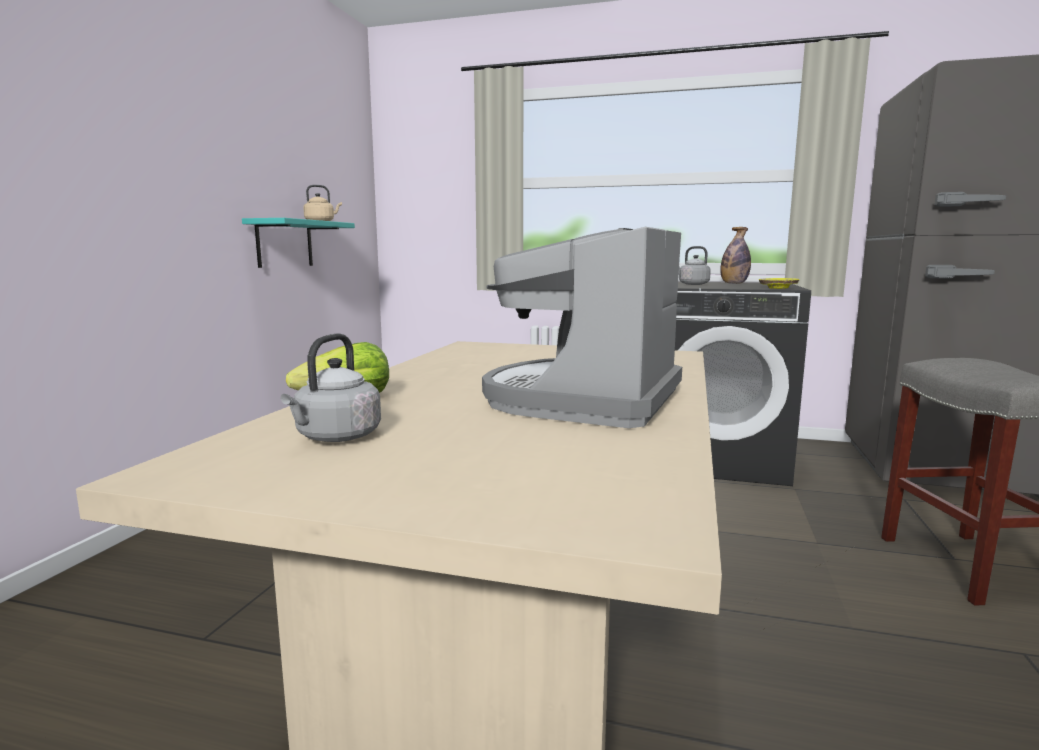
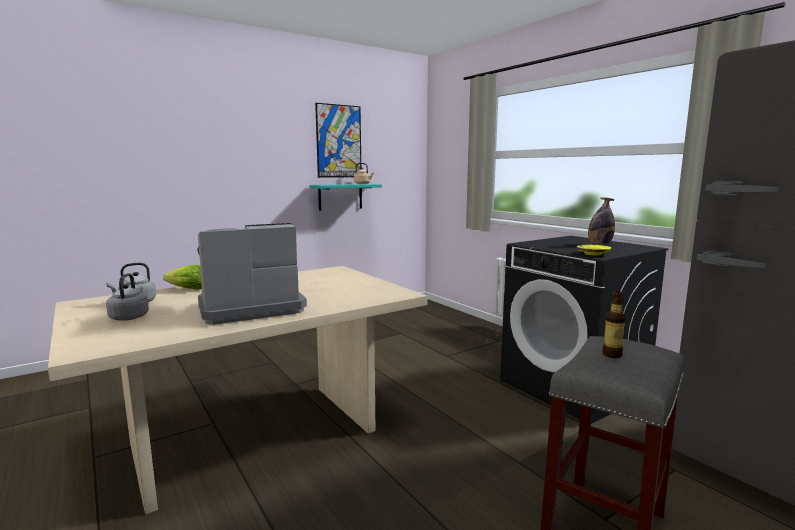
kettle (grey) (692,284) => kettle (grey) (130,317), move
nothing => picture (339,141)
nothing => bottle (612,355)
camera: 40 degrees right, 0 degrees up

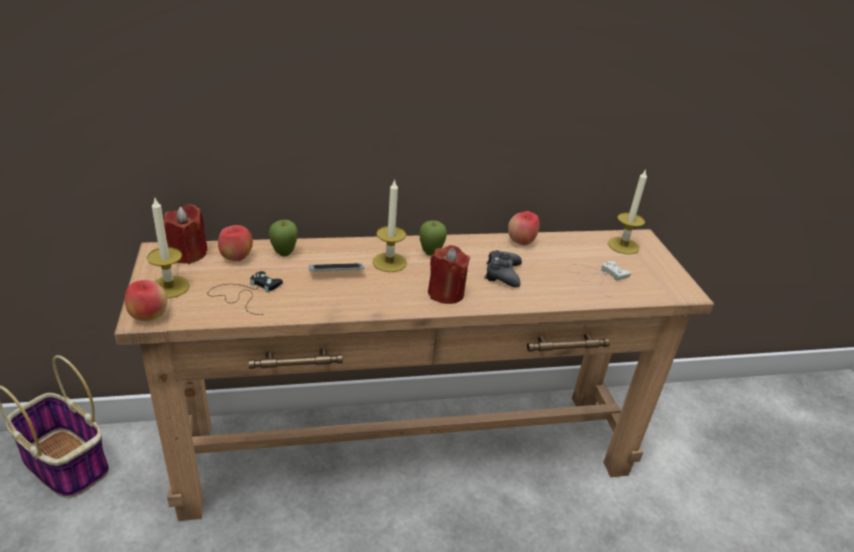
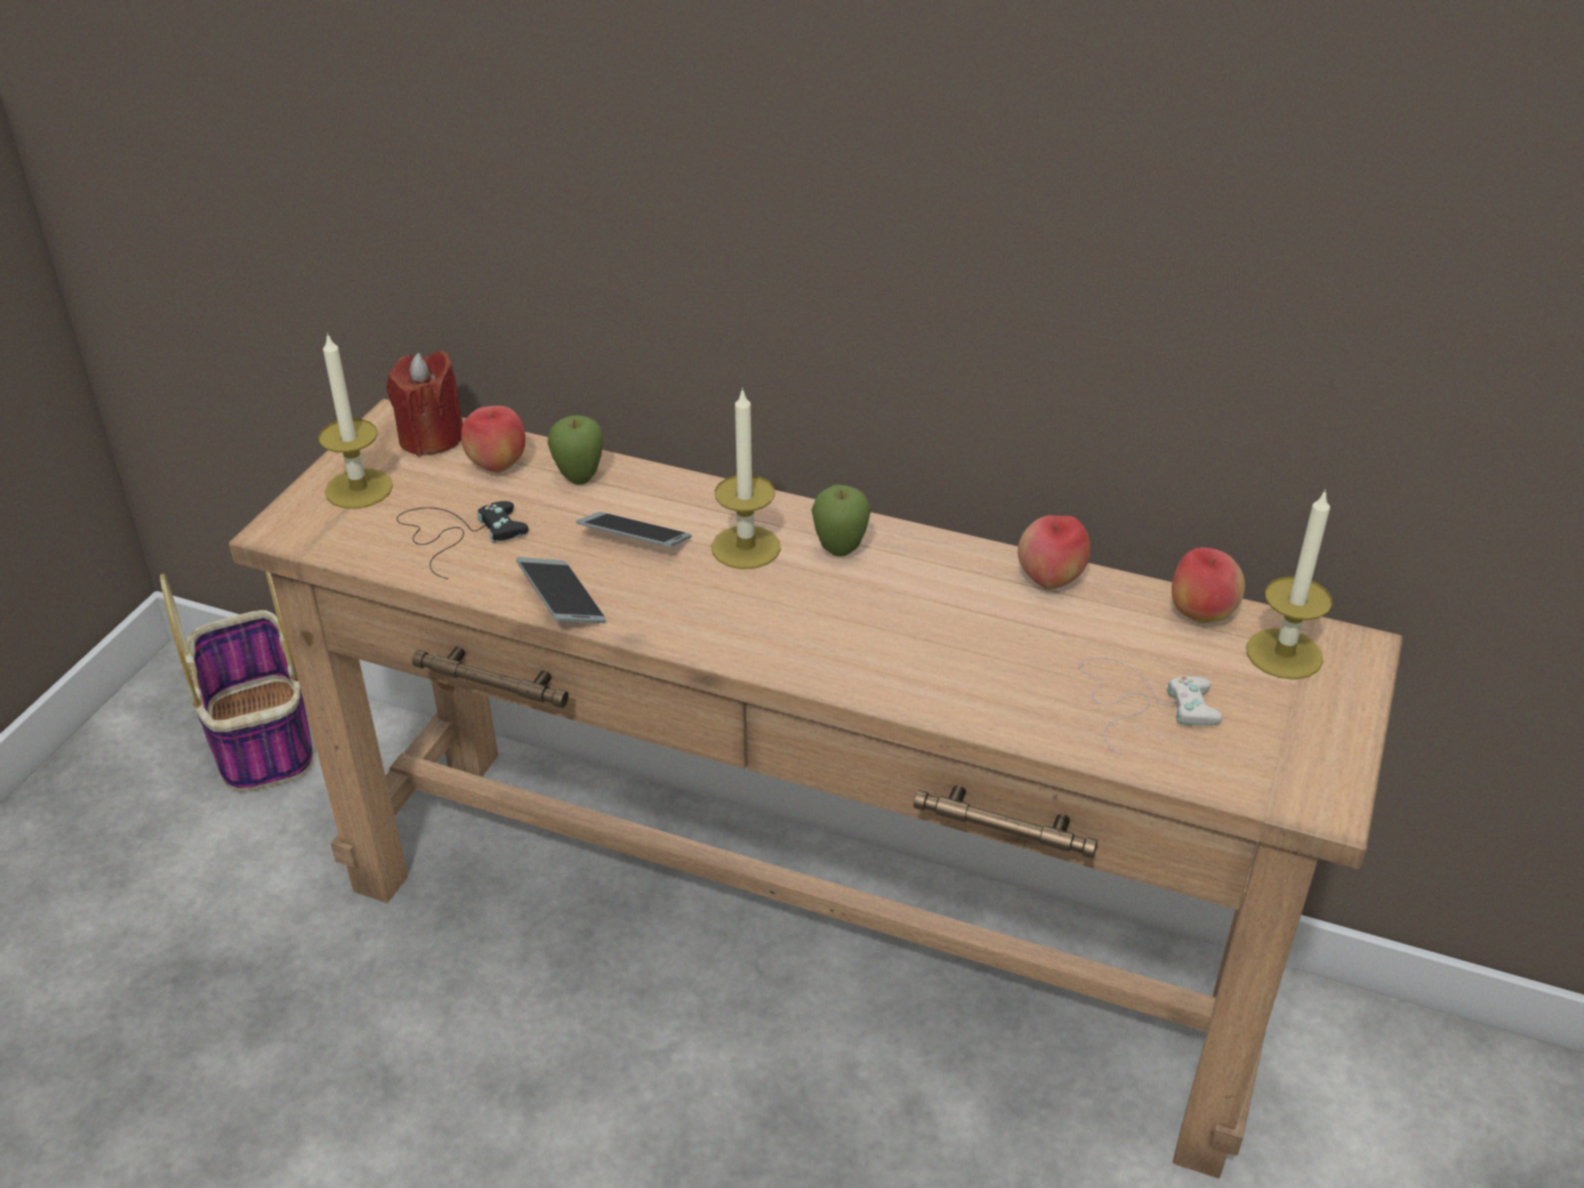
candle (red) (446,293) => nothing
game controller (black) (502,274) => nothing
apple (149,317) => apple (1201,615), move
nothing => phone (561,600)
camera: 35 degrees right, 5 degrees up

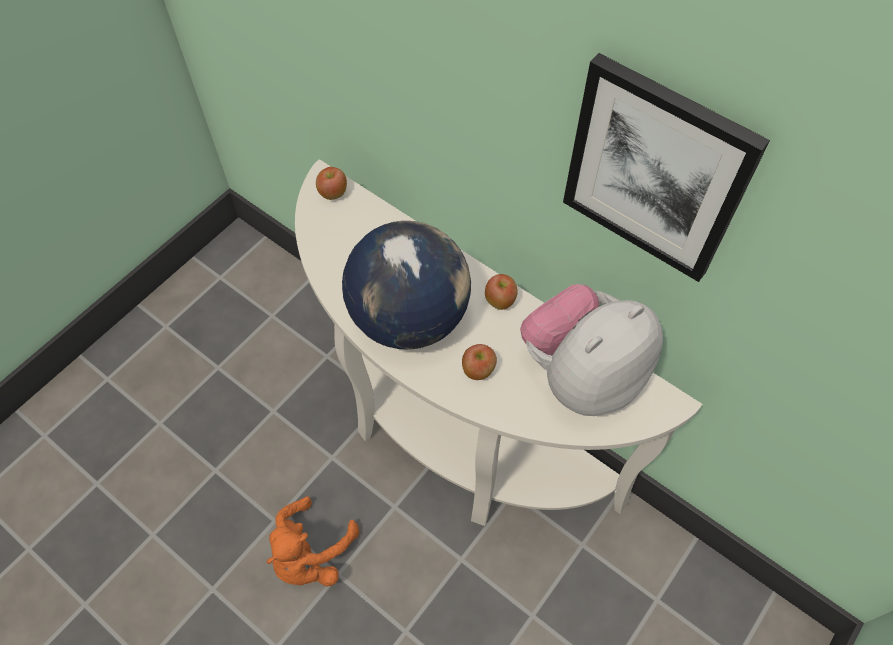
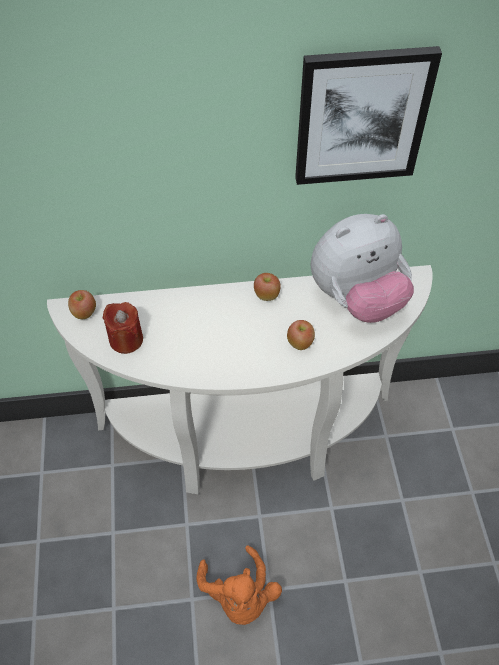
globe (410,318) => nothing
plush toy (582,374) => plush toy (357,299), 120 degrees counterclockwise
nothing => candle (red) (126,339)
camera: 45 degrees left, 5 degrees down

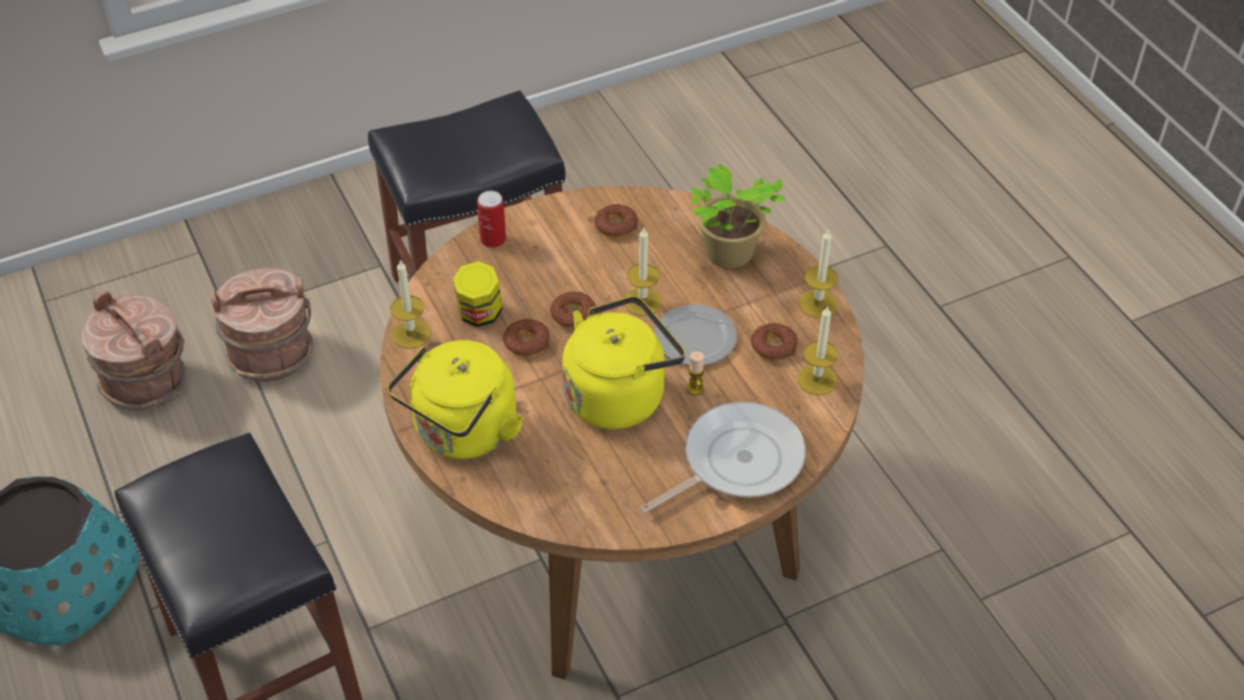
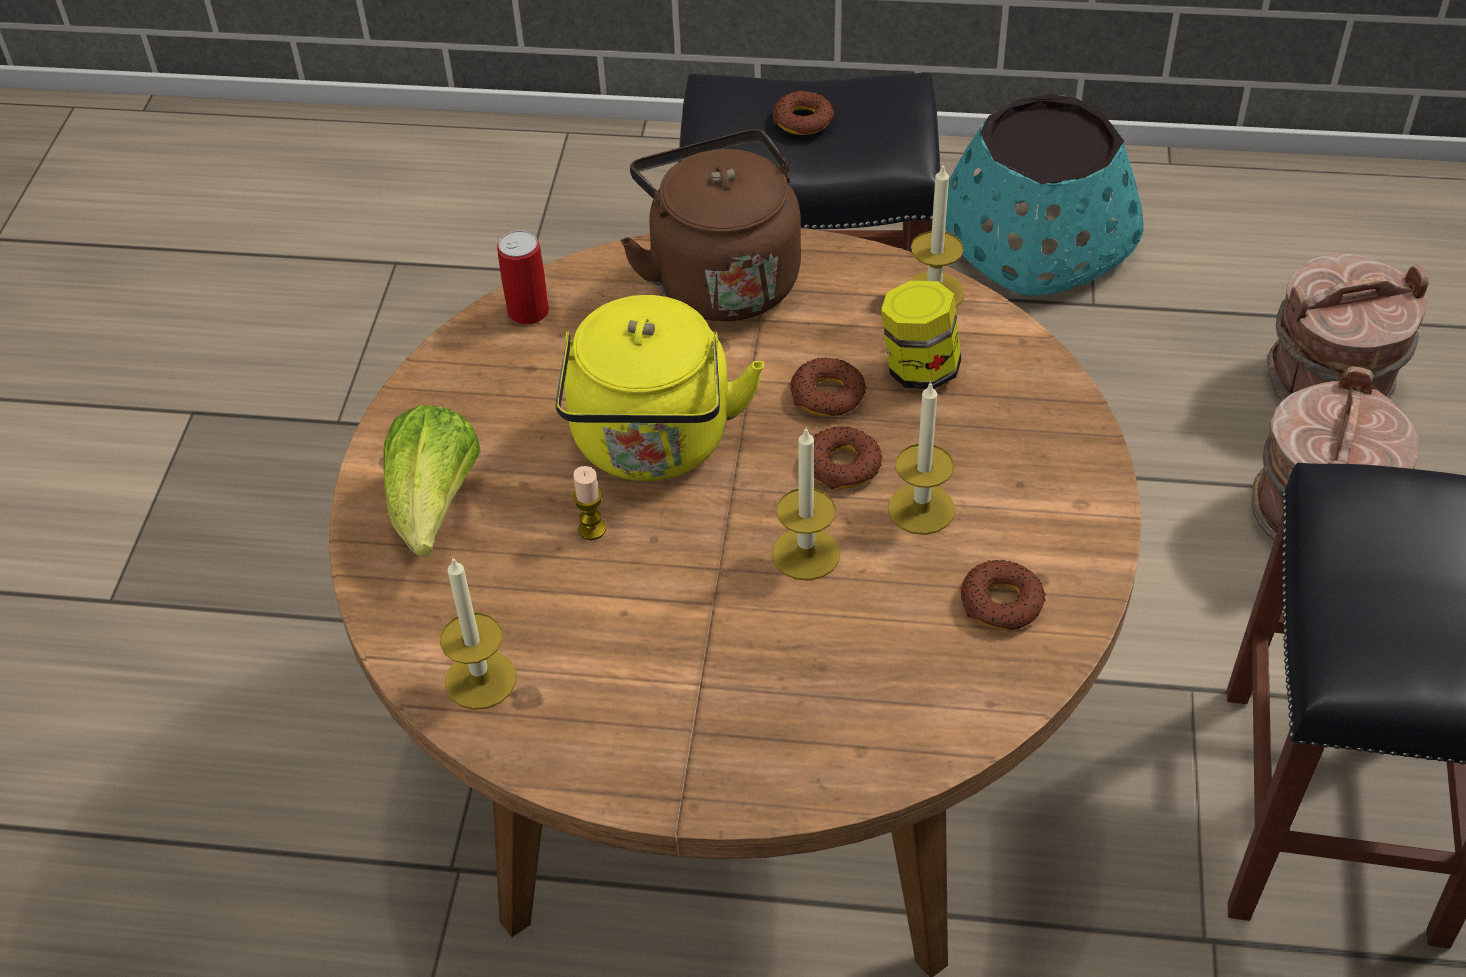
potted plant (728,255) => nothing
can (493,239) => can (528,311), move
candle (818,304) => candle (921,509), move
plate (695,339) => nothing
donut (774,346) => donut (802,120), move
kettle (yellow) (462,433) => kettle (brown) (721,277)
frying pan (736,461) => lettuce (434,509)
camera: 125 degrees right, 0 degrees up

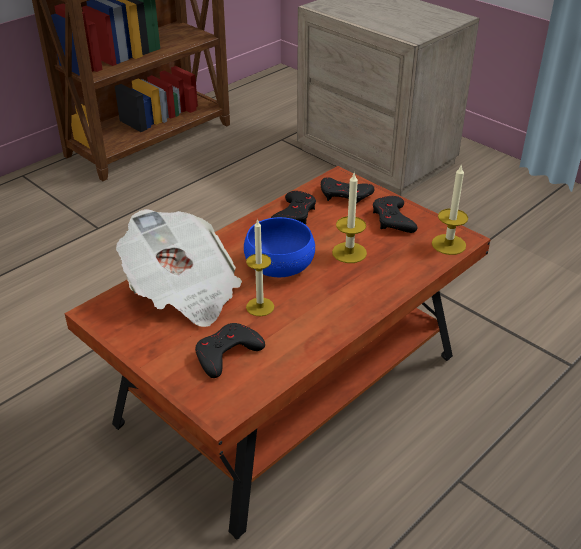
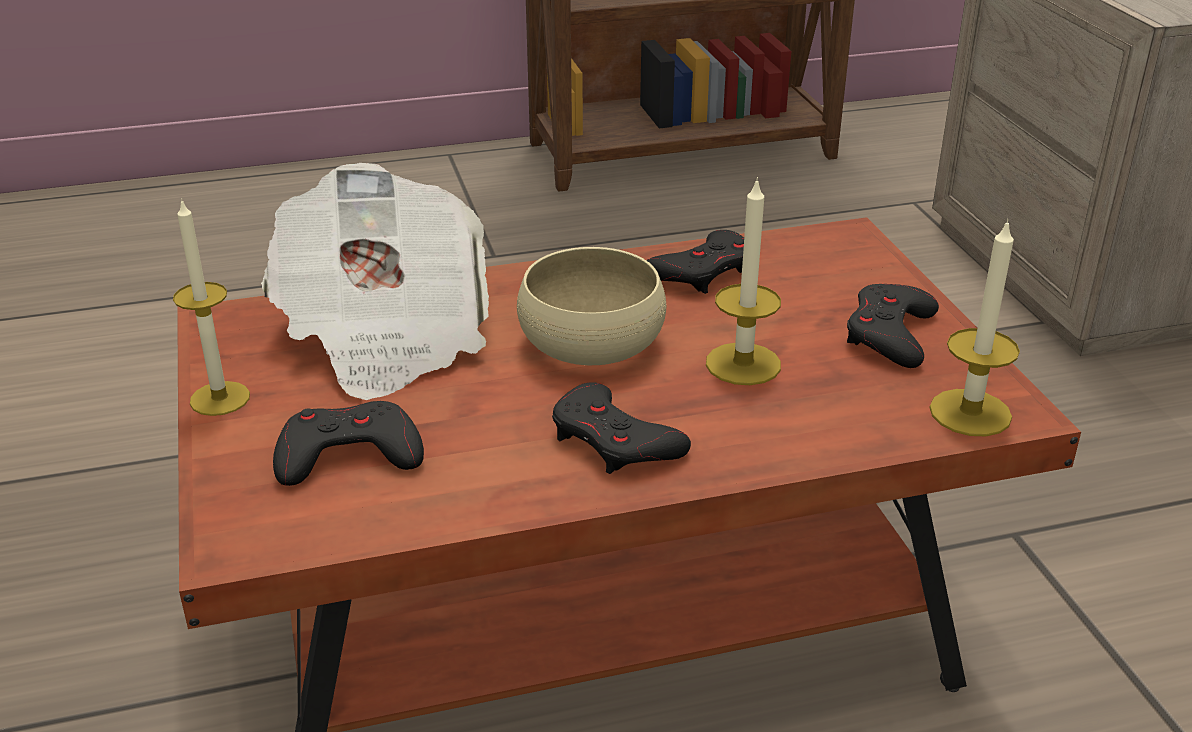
game controller (black) (345,195) => game controller (black) (614,441), move
bowl (blue) (279,264) => bowl (beige) (591,342)
candle (260,307) => candle (220,398), move
camera: 30 degrees right, 5 degrees down

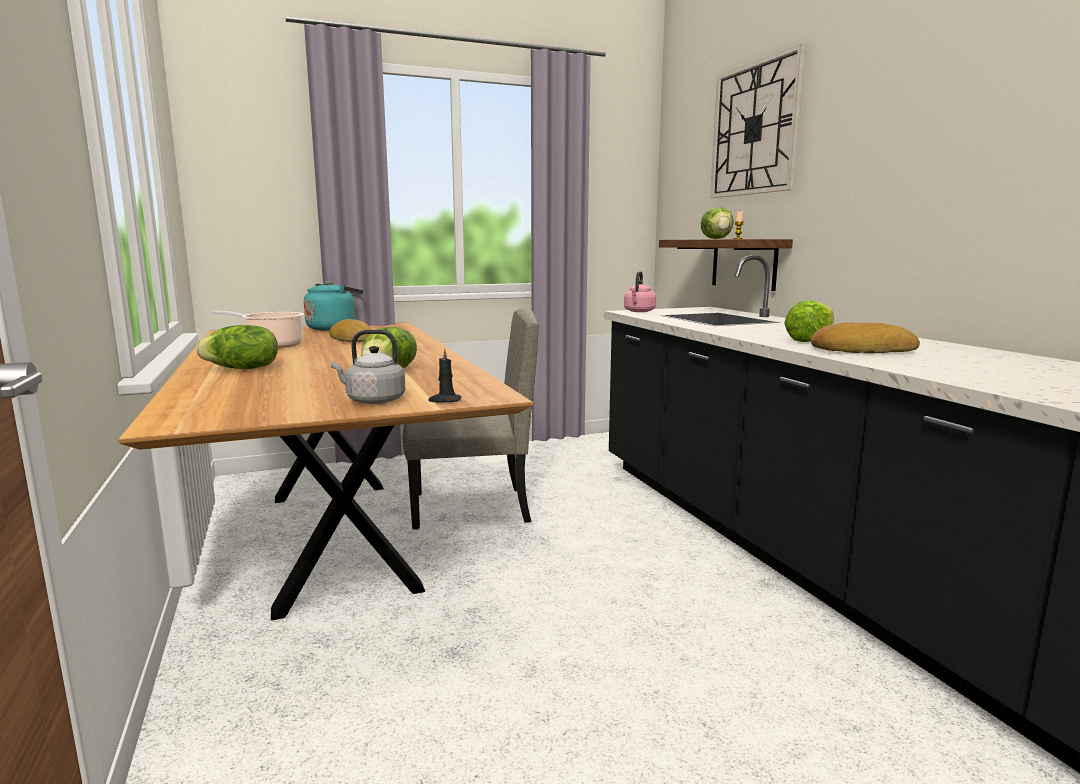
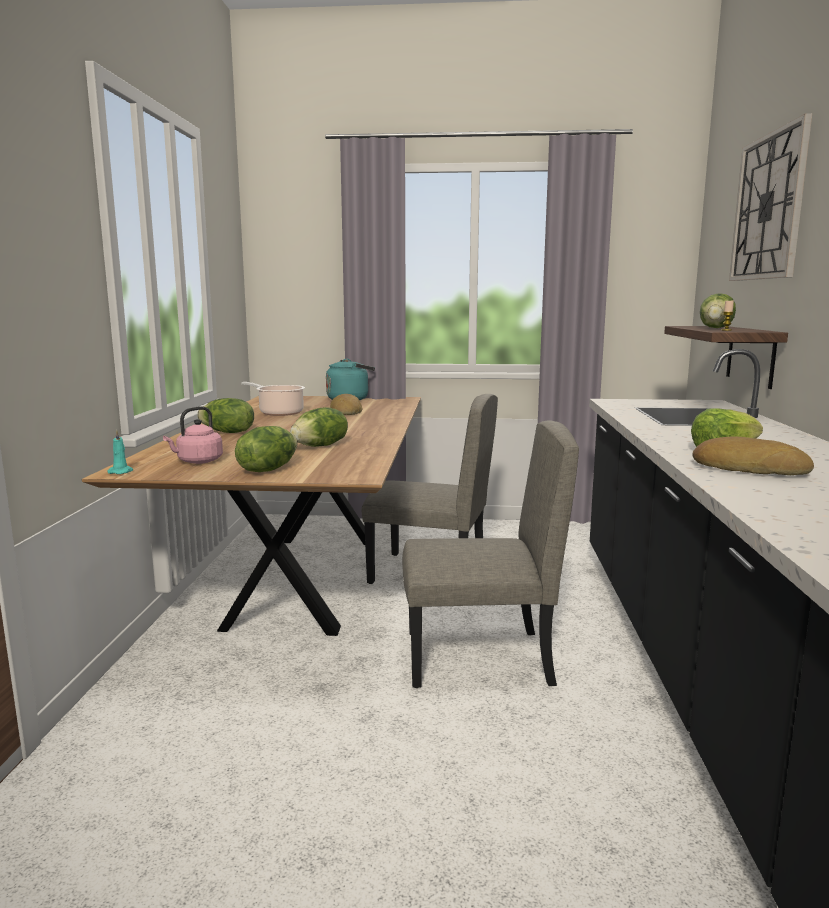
kettle (pink) (639,311) => kettle (pink) (197,461), move
kettle (grey) (372,401) => lettuce (268,469)
candle (black) (444,400) => nothing
nothing => chair (beige) (478,658)
nothing => candle (turquoise) (121,472)
camera: 25 degrees right, 0 degrees up

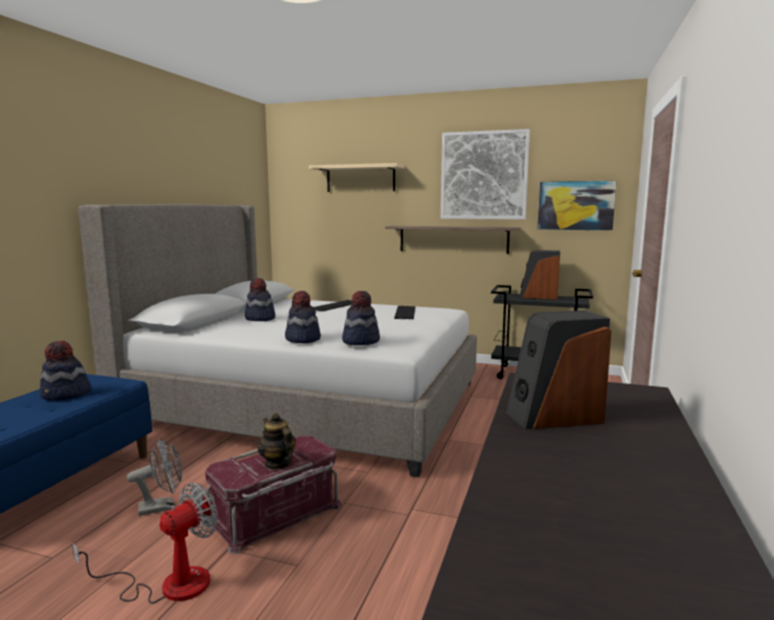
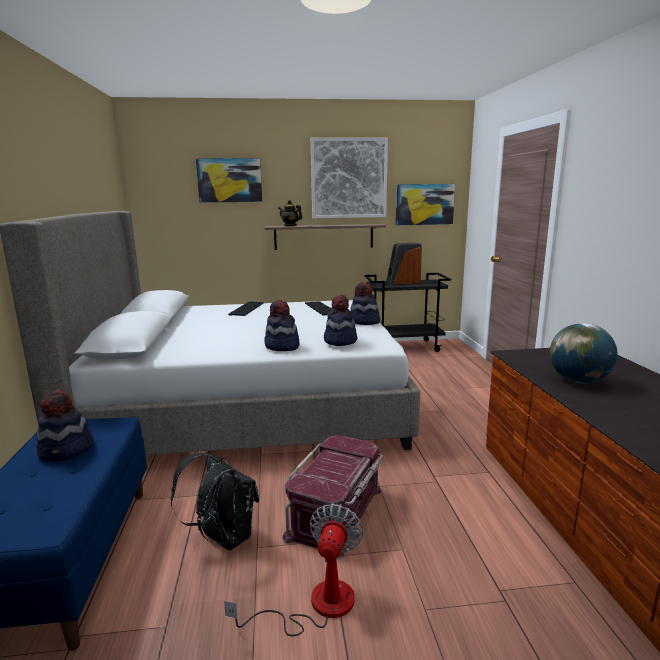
shelf (beige) (360,178) => picture (229,180)
hat (260,318) => hat (364,322), move
speaker (554,417) => globe (578,381)
teapot (277,463) => teapot (290,226), move
fan (grey) (162,507) => backpack (black) (222,538)
camera: 25 degrees left, 5 degrees up

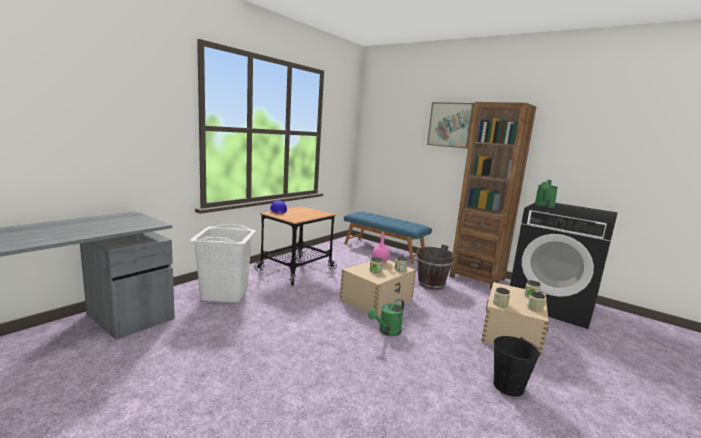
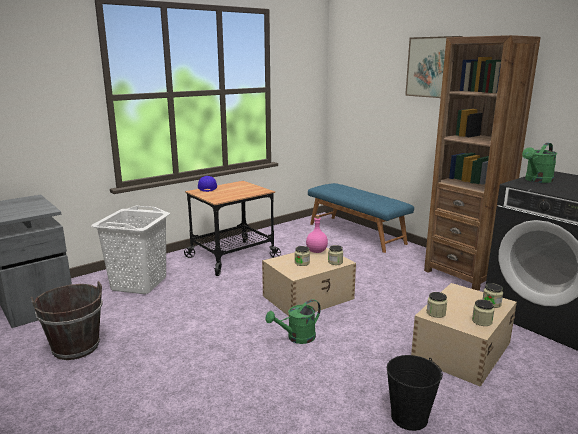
bucket (brown) (431,284) => bucket (brown) (76,348), move
camera: 15 degrees right, 5 degrees up

